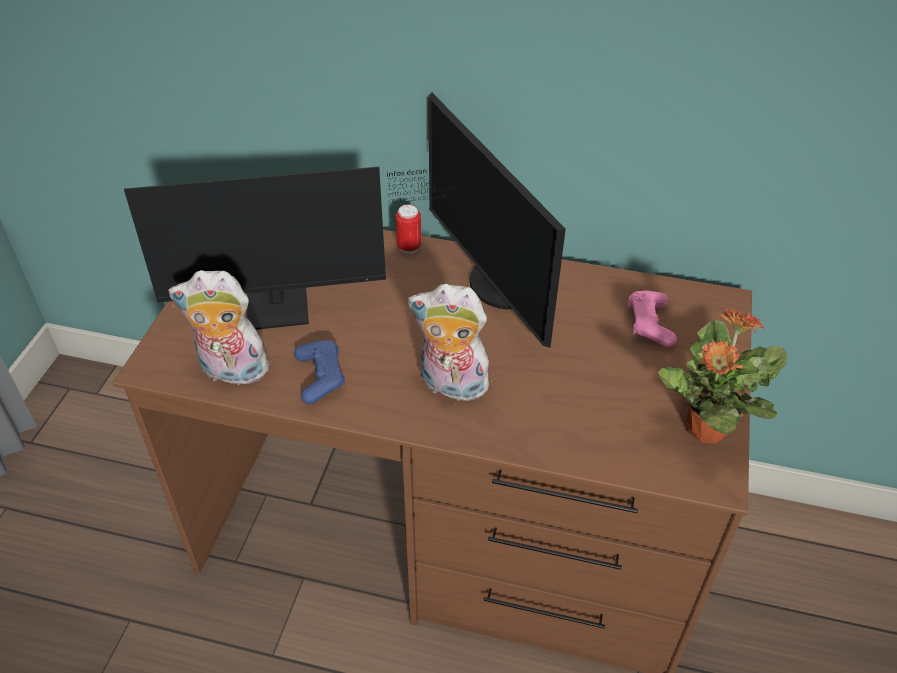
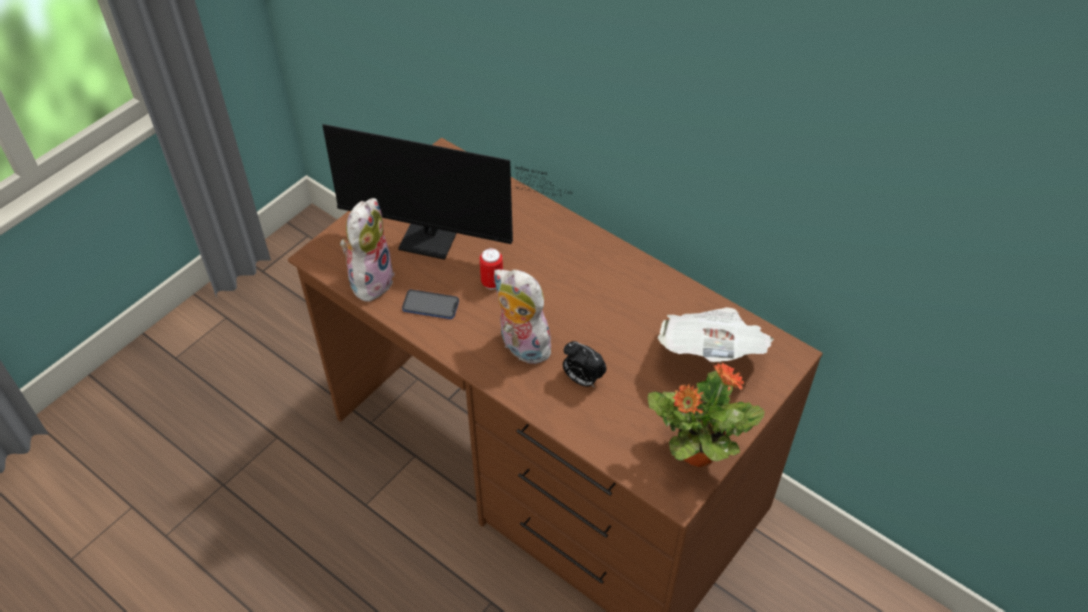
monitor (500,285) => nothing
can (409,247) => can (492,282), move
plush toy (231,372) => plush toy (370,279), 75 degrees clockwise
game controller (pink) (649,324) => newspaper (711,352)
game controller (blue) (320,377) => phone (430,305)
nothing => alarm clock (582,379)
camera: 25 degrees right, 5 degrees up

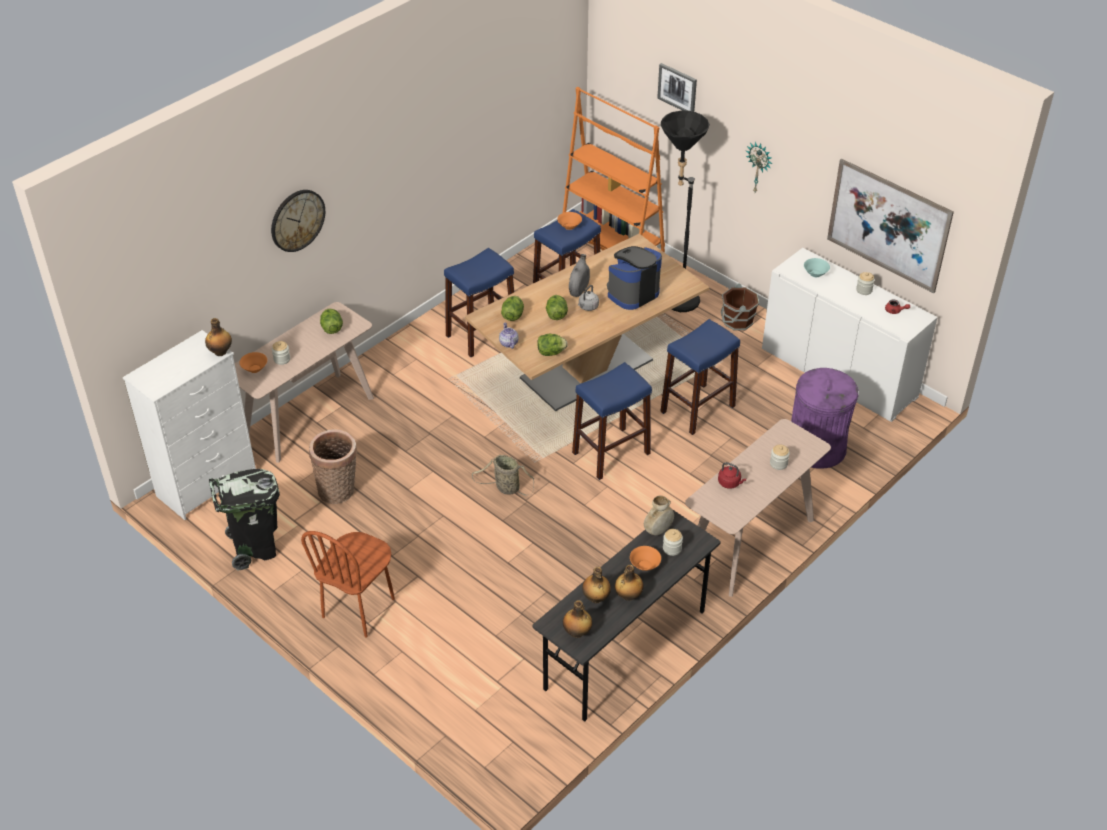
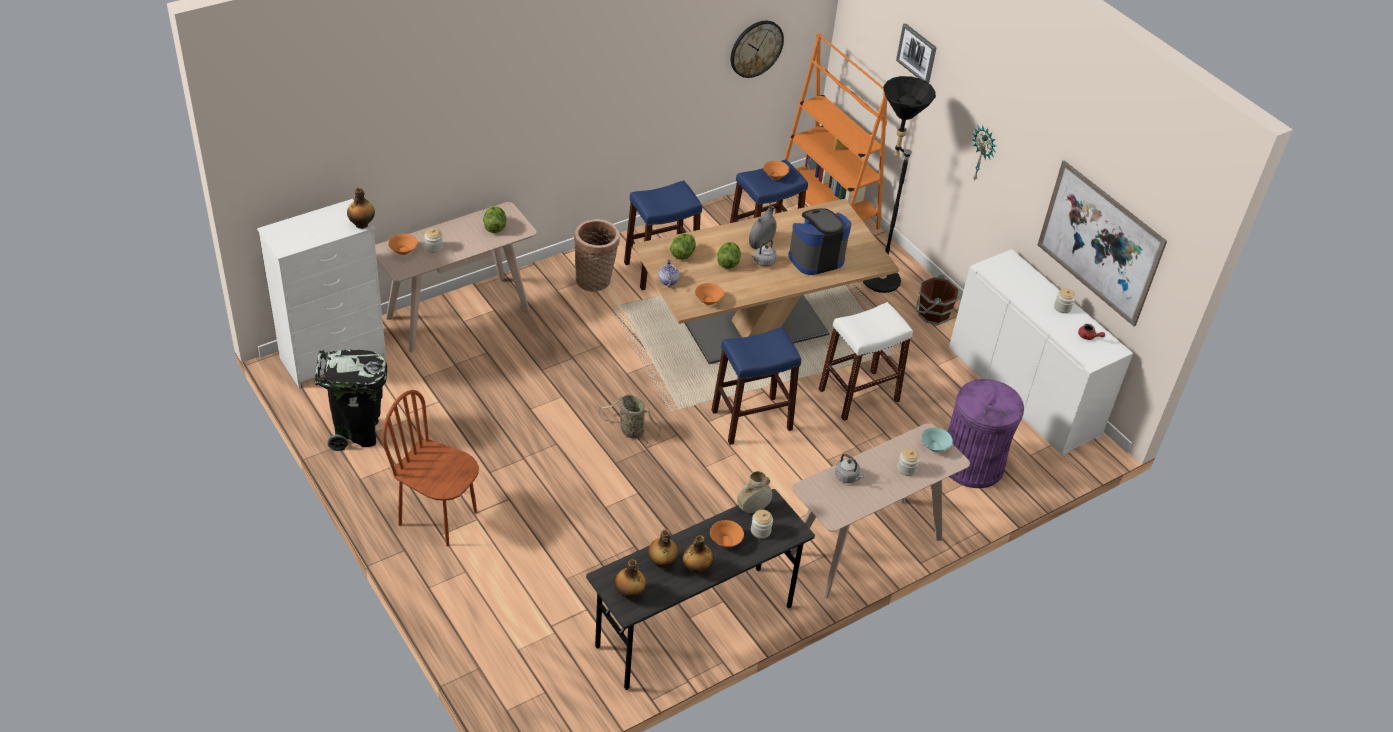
wall clock (297,220) => wall clock (756,48), move
bowl (turquoise) (815,273) => bowl (turquoise) (934,446), move
stool (blue) (697,409) => stool (white) (858,395)
lettuce (551,352) => bowl (orange) (708,300)
basket (339,490) => basket (595,280), move
kettle (red) (730,483) => kettle (grey) (847,477)
chair (brown) (359,608) => chair (brown) (438,517), 75 degrees clockwise
camera: 10 degrees right, 0 degrees up

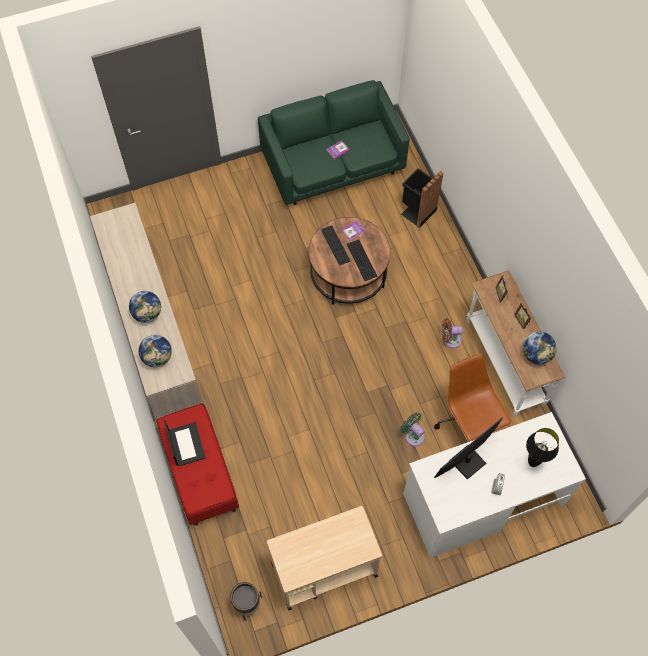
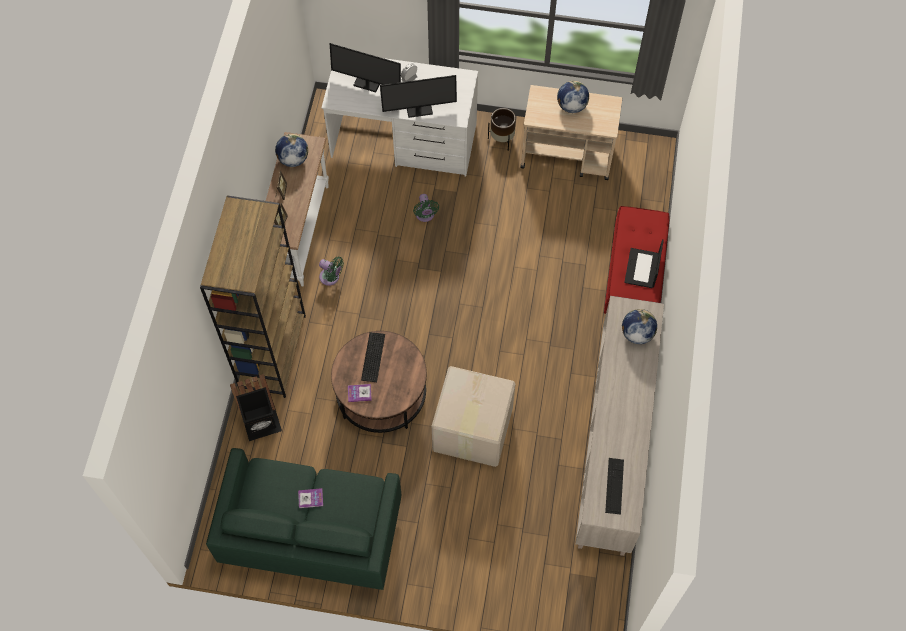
keyboard (335,245) => keyboard (614,486), move
globe (147,314) => globe (571,106), move
fan (brown) (450,340) => fan (green) (331,278)
office chair (brown) (468,424) => nothing
table lamp (black) (532,463) => monitor (368,80)
planter (brown) (247,604) => planter (brown) (502,139), move
nothing => bookcase (brown) (272,352)
nothing => cardboard box (471,430)
camera: 150 degrees left, 0 degrees up

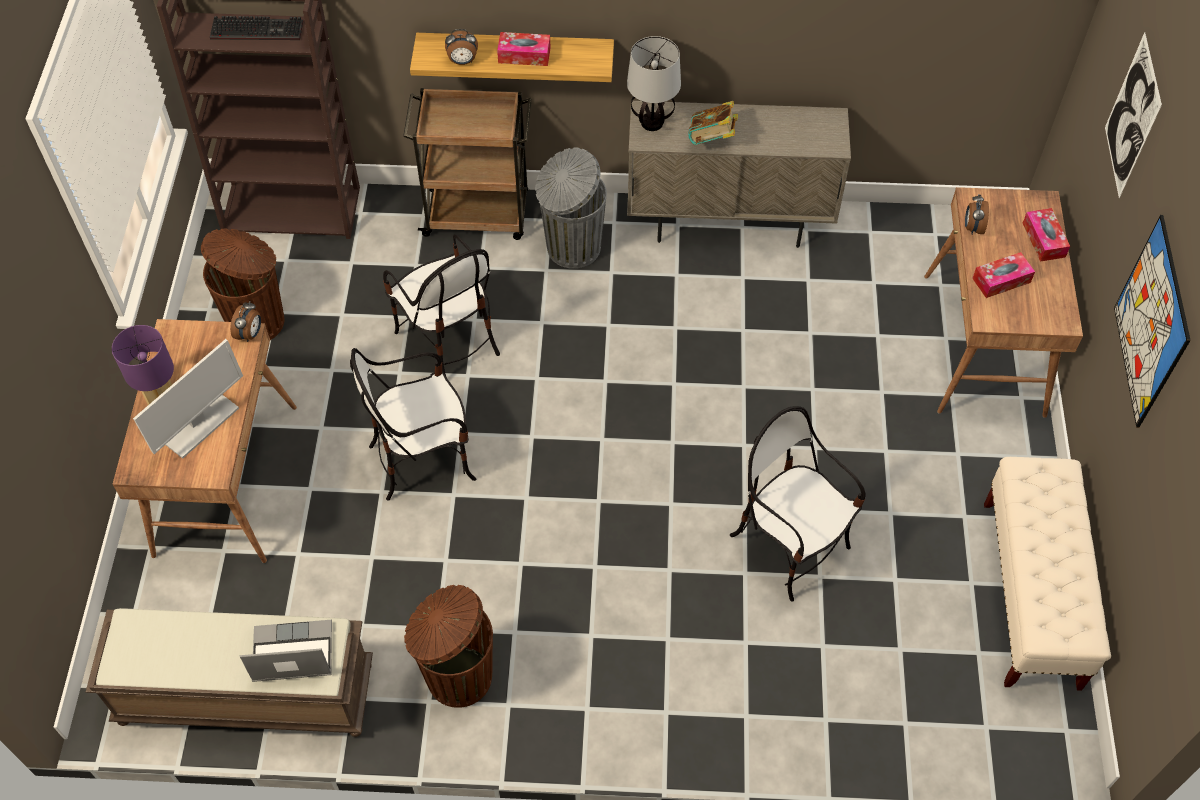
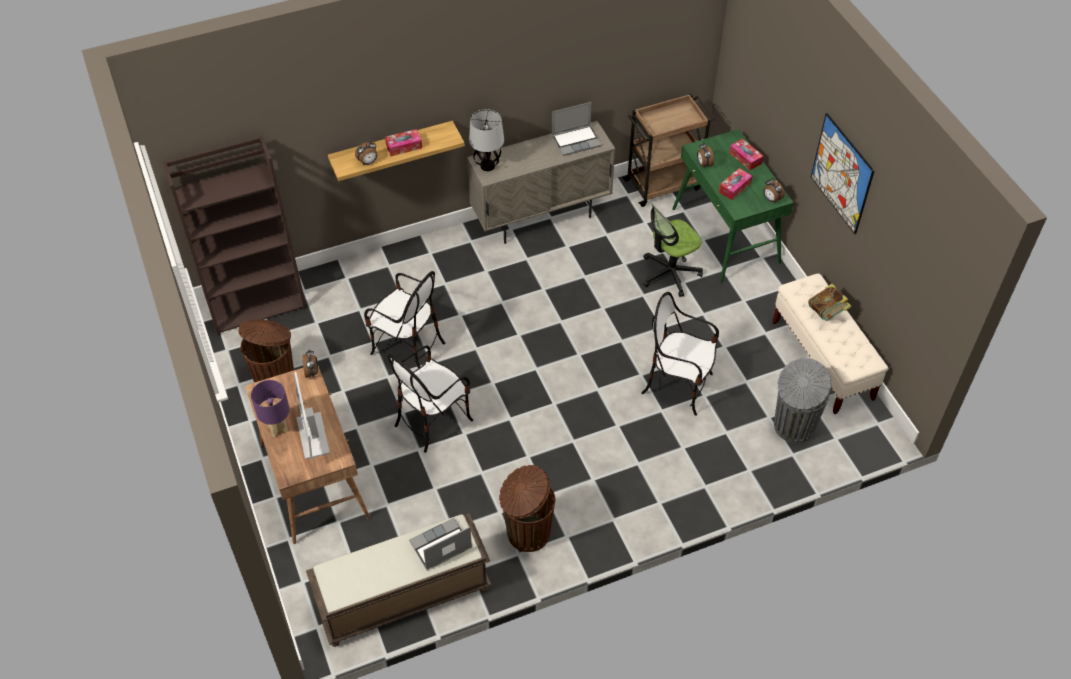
keyboard (258,29) => nothing
picture (1132,116) => nothing
cart (brown) (478,214) => cart (brown) (663,184), move
book (712,140) => book (827,313), move
trash can (grey) (571,248) => trash can (grey) (793,427), move
desk (brown) (984,345) => desk (green) (726,236)
monitor (198,424) => monitor (312,435), 150 degrees clockwise
nothing => laptop (576,140)
nothing => alarm clock (771,199)
nothing => office chair (670,273)
camera: 25 degrees left, 5 degrees down

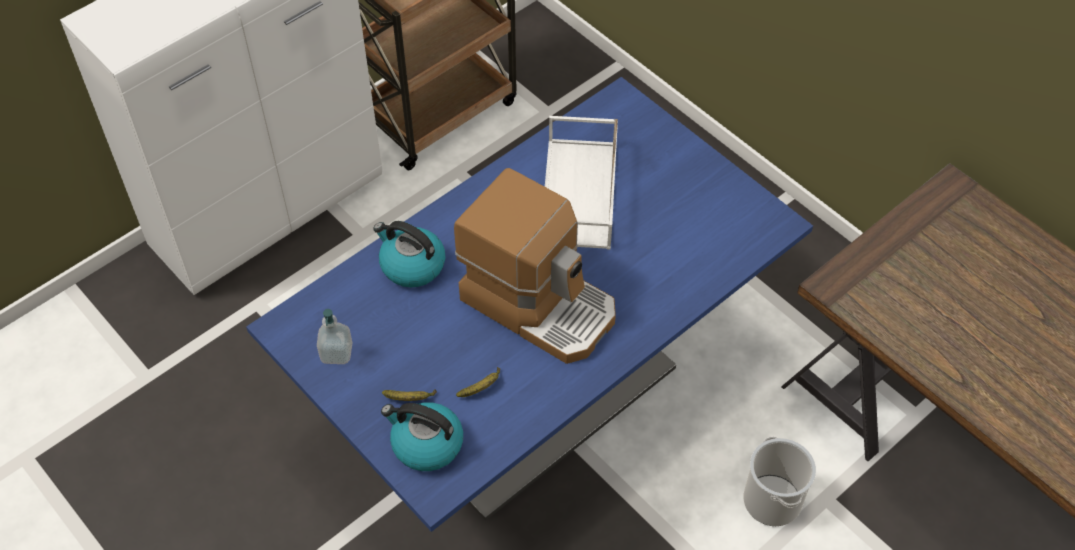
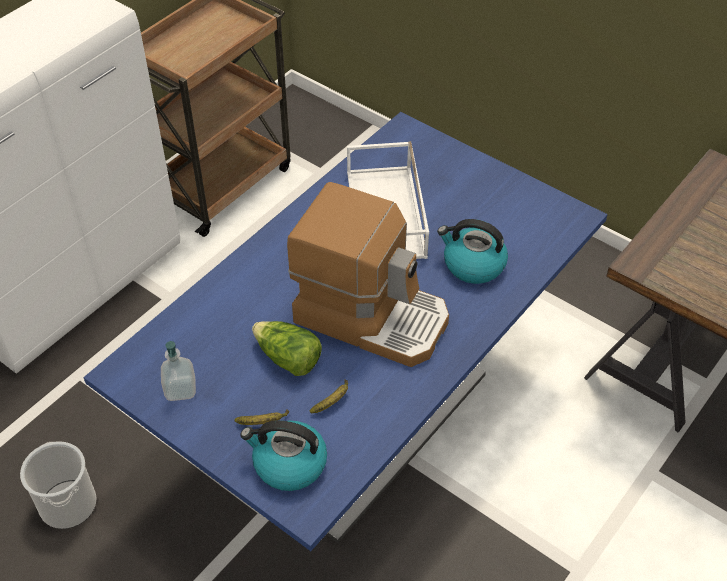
kettle (411,265) => kettle (472,265), move
bucket (772,500) => bucket (68,504), move
nothing => lettuce (288,358)
camera: 10 degrees left, 5 degrees down

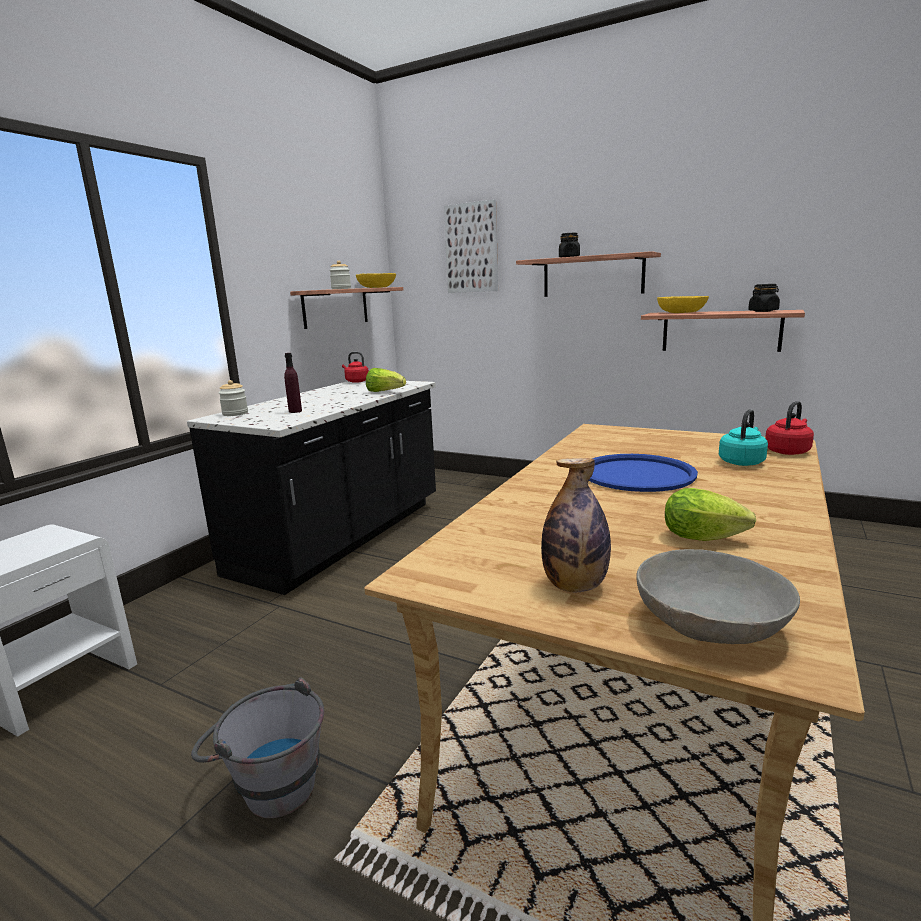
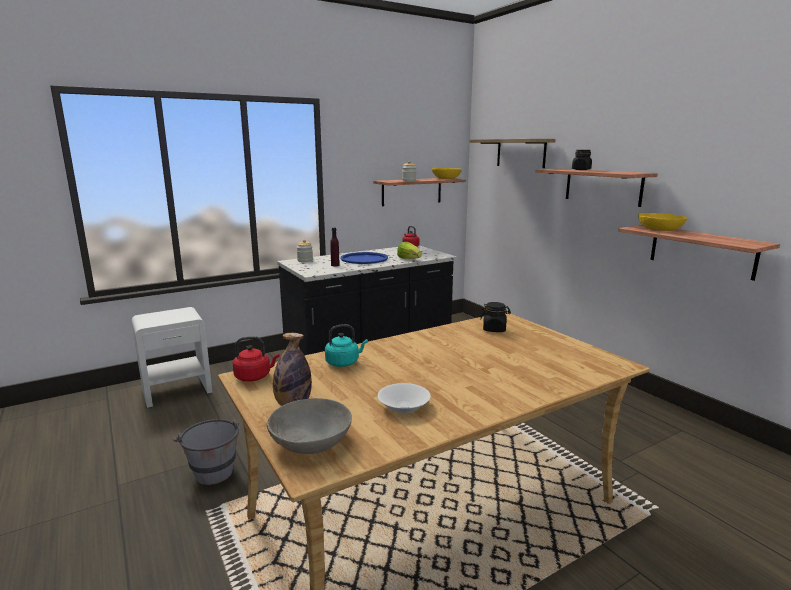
picture (471,248) => shelf (521,153)
jar (black) (763,311) => jar (black) (494,329), move
kettle (red) (788,451) => kettle (red) (255,377), move
kettle (turquoise) (742,462) => kettle (turquoise) (344,362), move
tray (blue) (636,474) => tray (blue) (364,259), move
lettuce (707,539) => bowl (white) (404,405)
camera: 30 degrees right, 0 degrees up

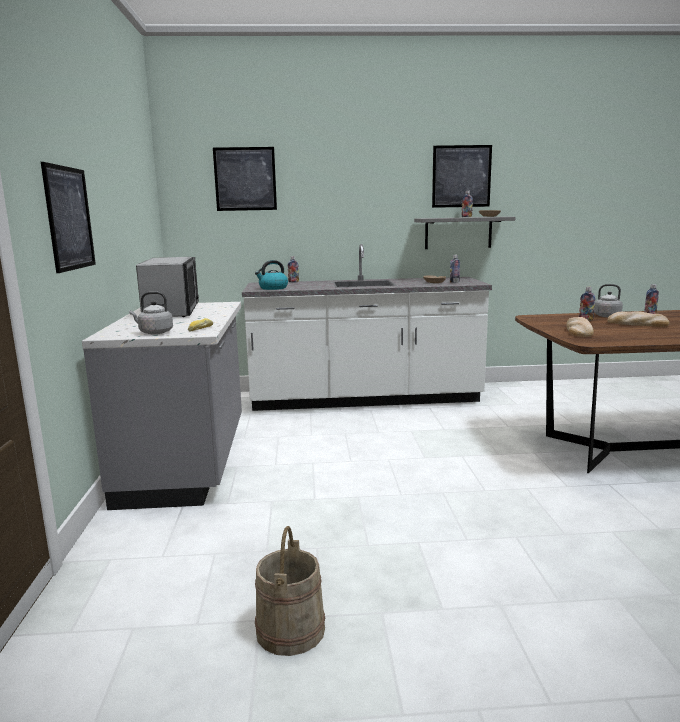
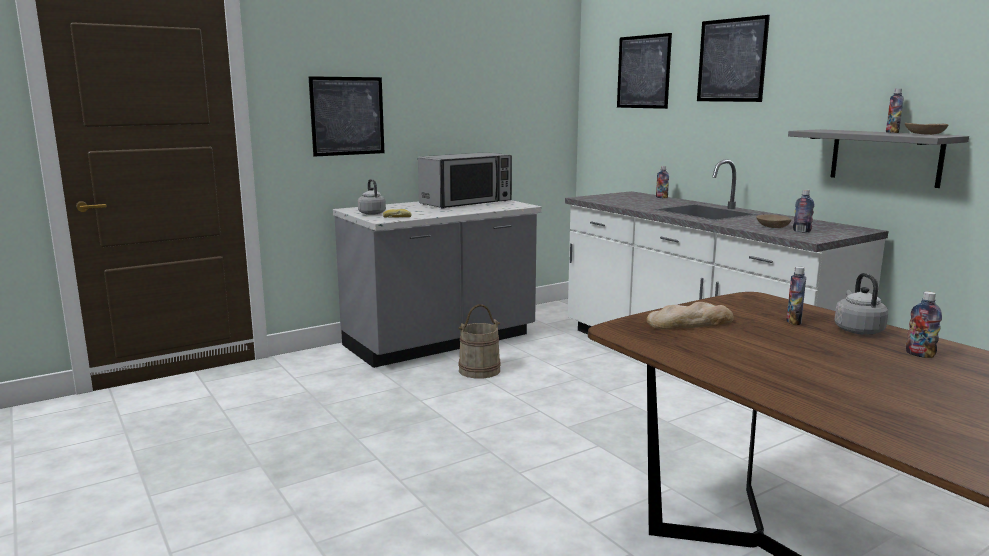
picture (461,176) => picture (731,60), move
kettle (273,288) => nothing
bread (637,324) => nothing
bucket (beige) (290,630) => bucket (beige) (479,370), move
camera: 60 degrees right, 0 degrees up

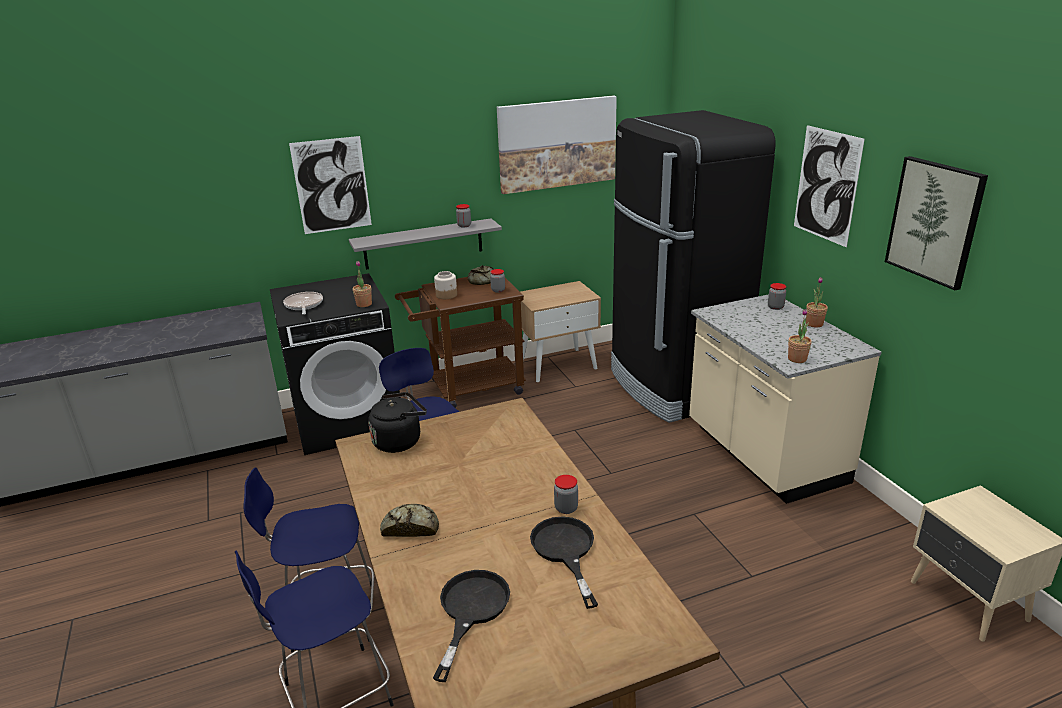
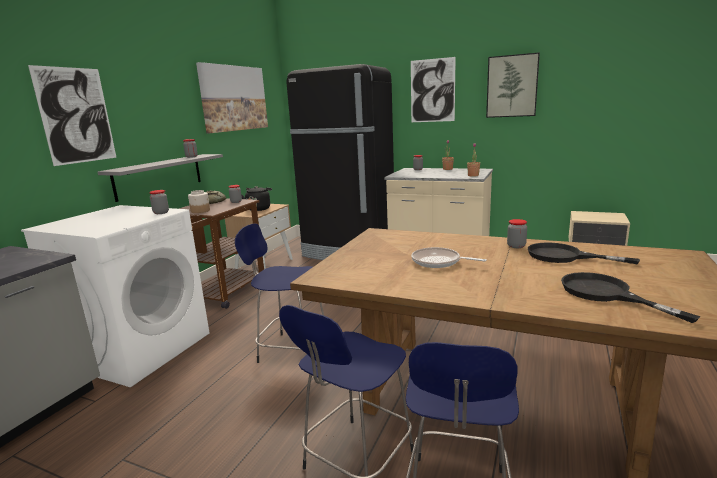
potted plant (364,304) => jar (161,213)
washing machine (black) (348,420) => washing machine (white) (140,349)
frying pan (303,305) => frying pan (438,262), move
kettle (black) (400,441) => kettle (black) (259,209), move
bread (410,527) => nothing
camera: 45 degrees left, 10 degrees down

